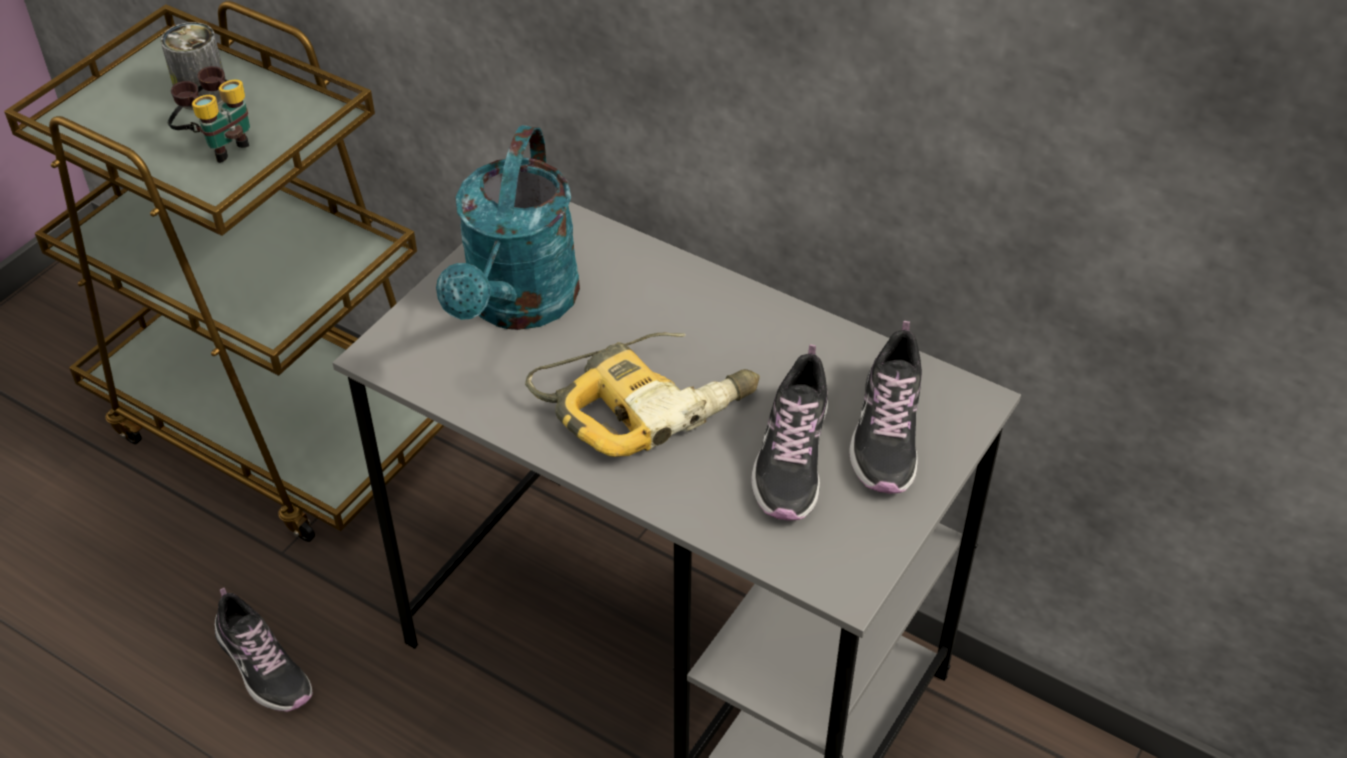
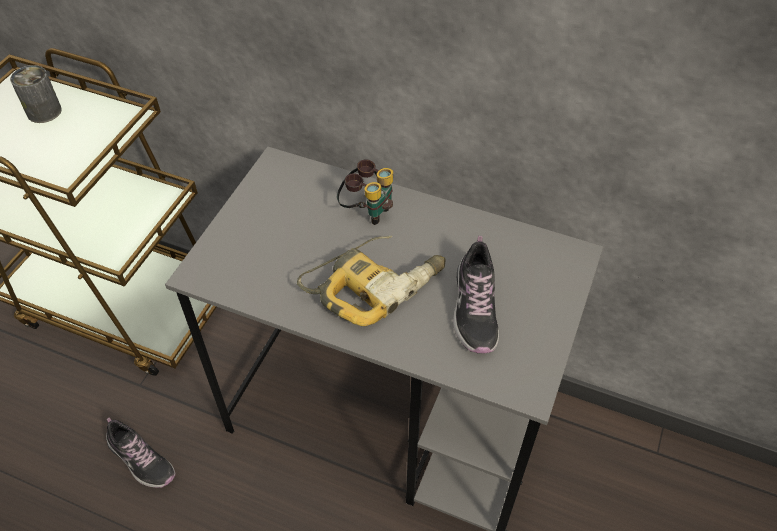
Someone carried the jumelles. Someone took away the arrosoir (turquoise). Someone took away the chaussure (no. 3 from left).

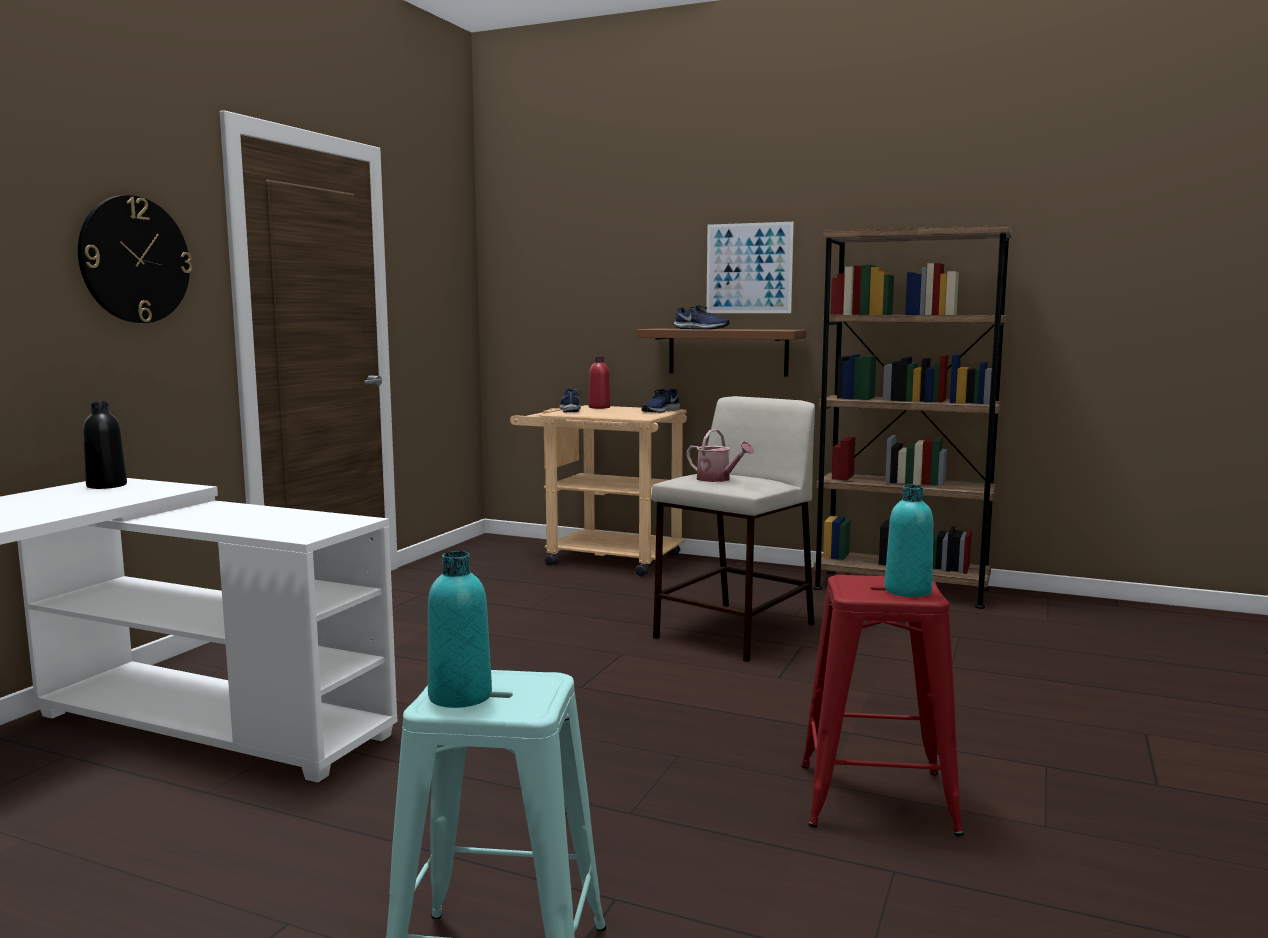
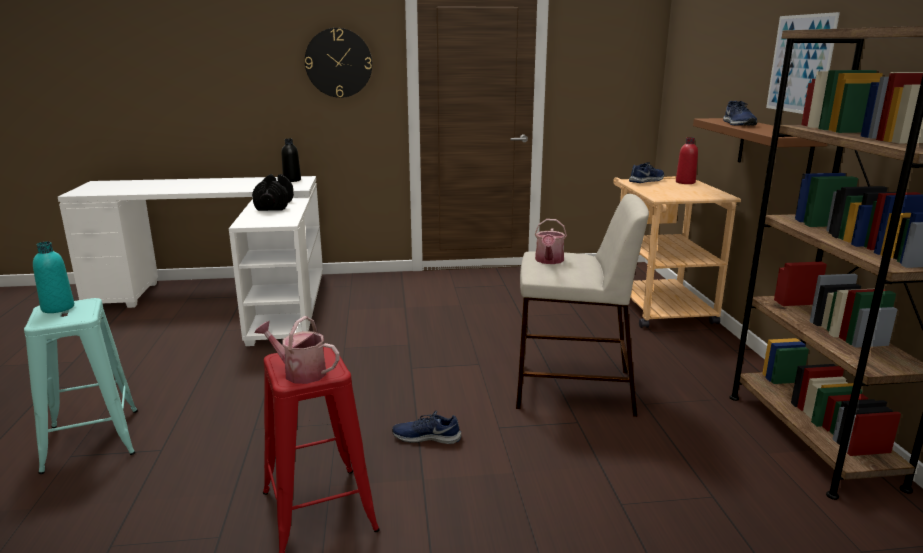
Someone carried the chaussure (bleu) (no. 2 from left in the first image). Someone swapped the bouteille (turquoise) (no. 2 from left) for the arrosoir (no. 1 from left). Someone put down the haltère (noir).

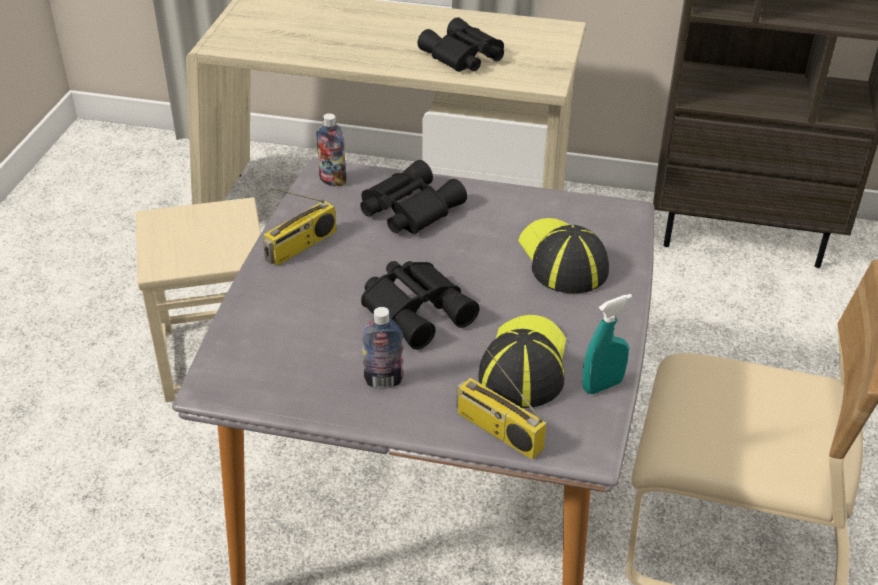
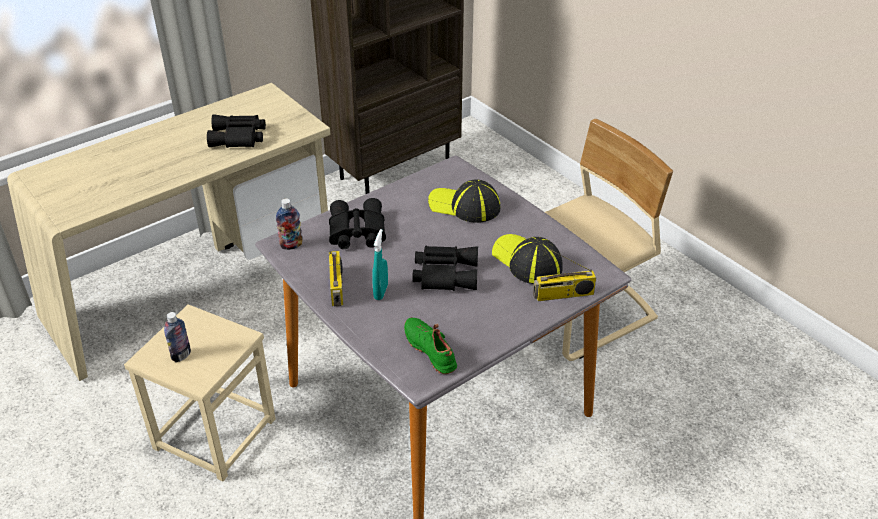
Someone carried the bouteille (no. 2 from left in the first image). Someone carried the vaporisateur (turquoise). Someone put down the chaussure (vert).

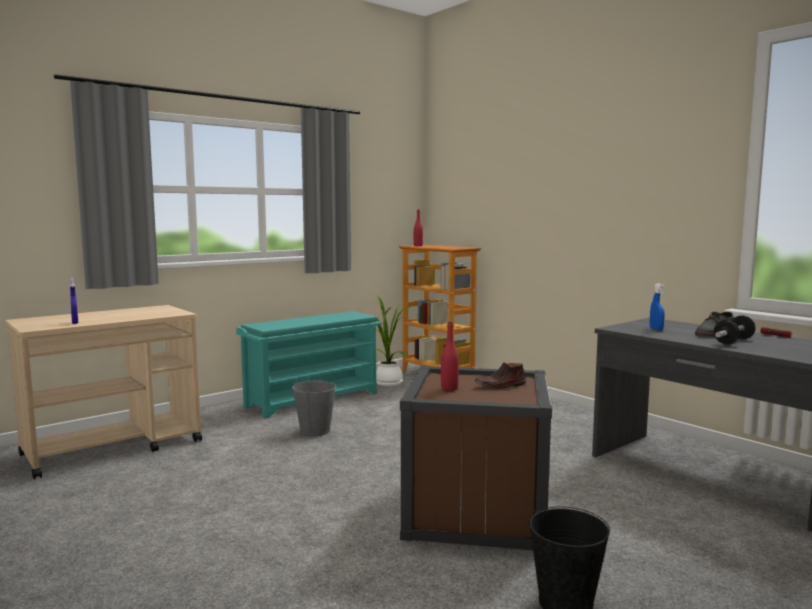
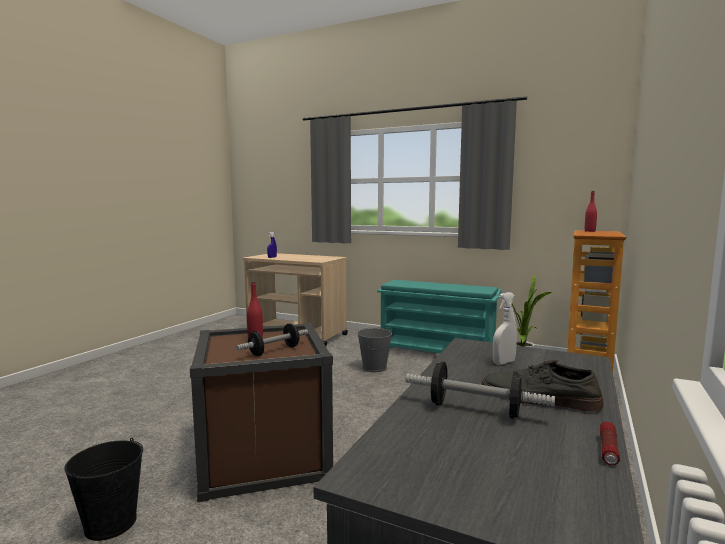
Someone swapped the chaussure (marron) for the haltère (no. 1 from left). Someone repainted the vaporisateur (bleu) (no. 2 from left), which became the vaporisateur (blanc).

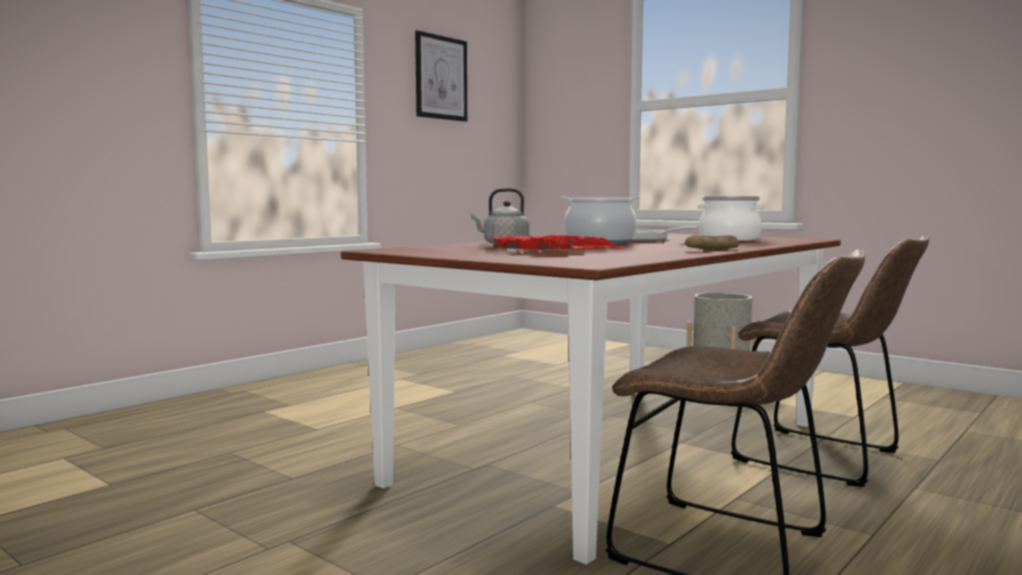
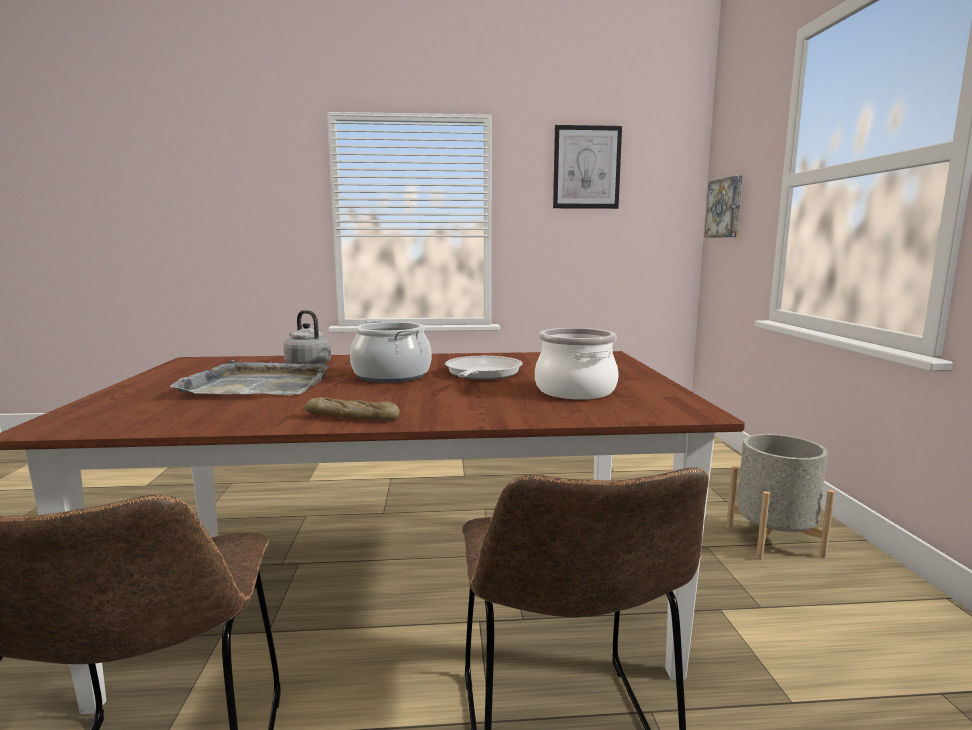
Someone repainted the plateau (rouge), which became the plateau (gris). Someone put up the tableau (no. 2 from left).

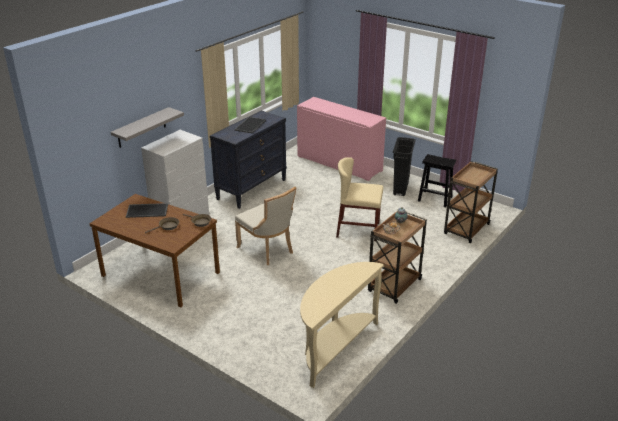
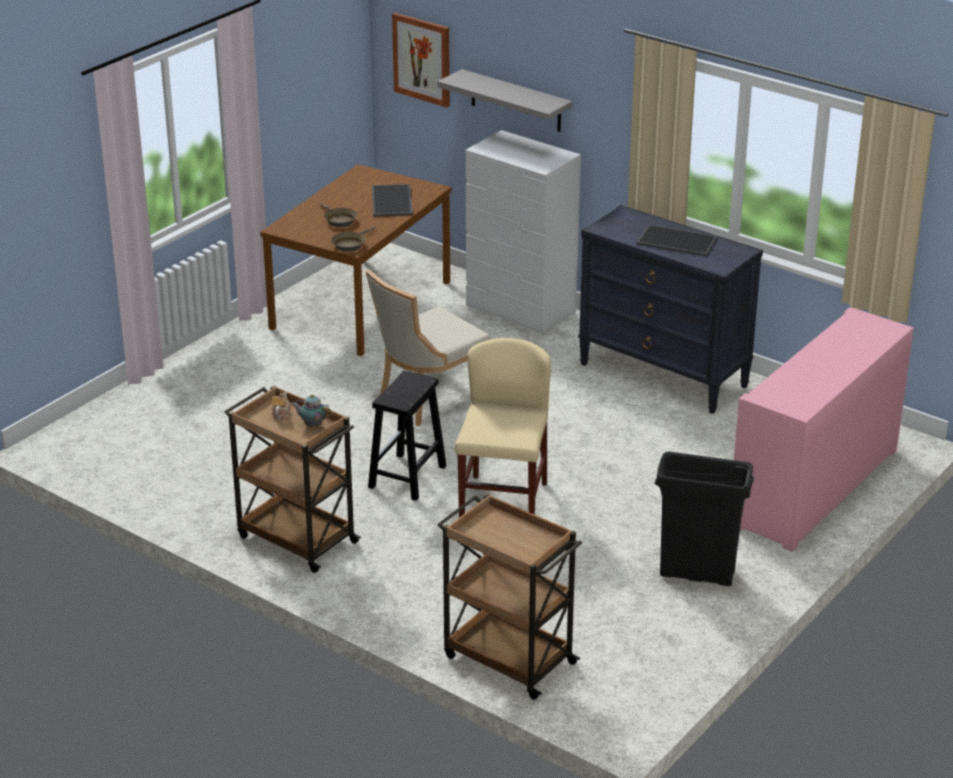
Someone took away the table console (beige). Someone carried the tabouret (noir). Someone put up the tableau.

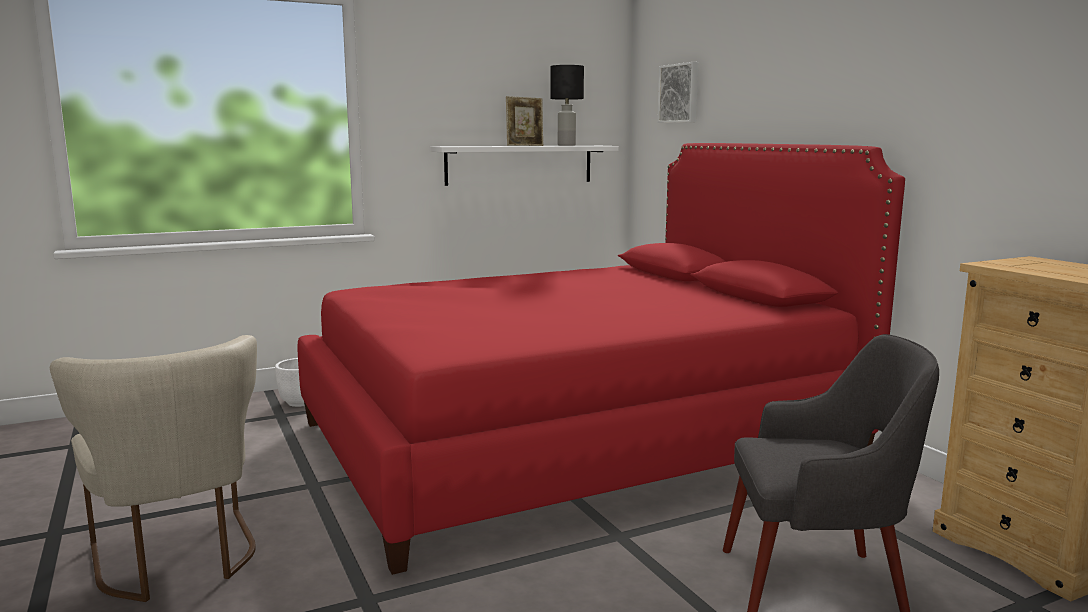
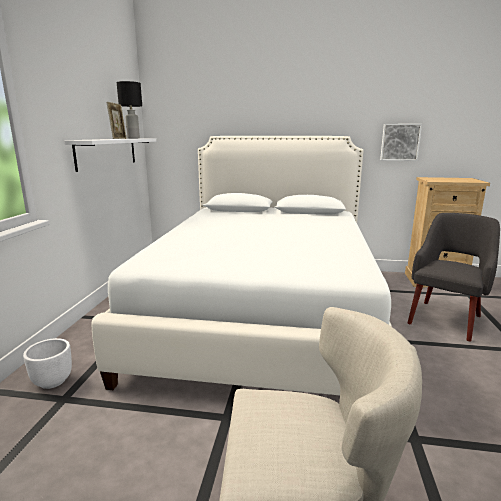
Someone repainted the lit (rouge), which became the lit (blanc). Someone carried the tableau.

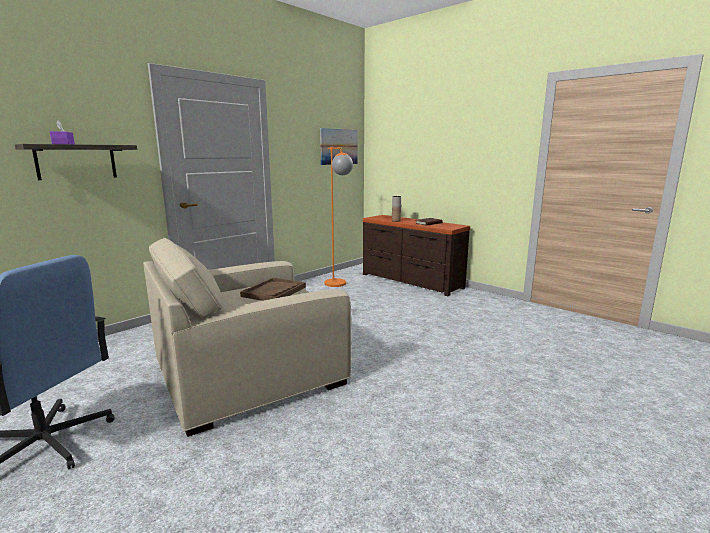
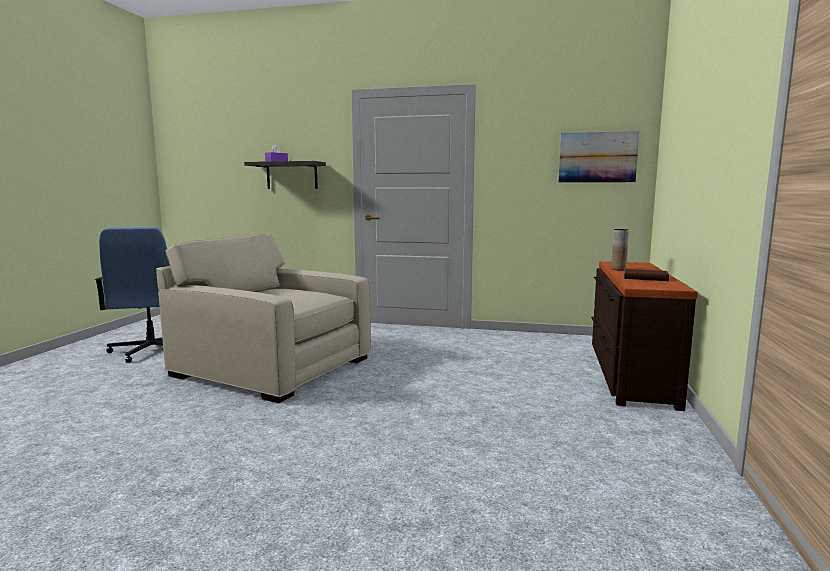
Someone took away the plateau (marron). Someone took away the lampadaire (orange).

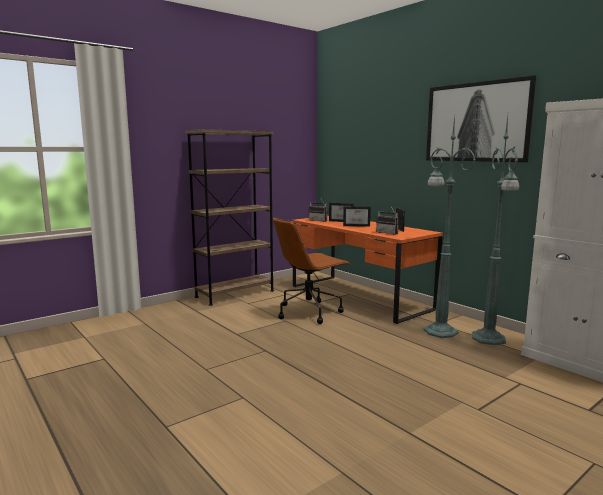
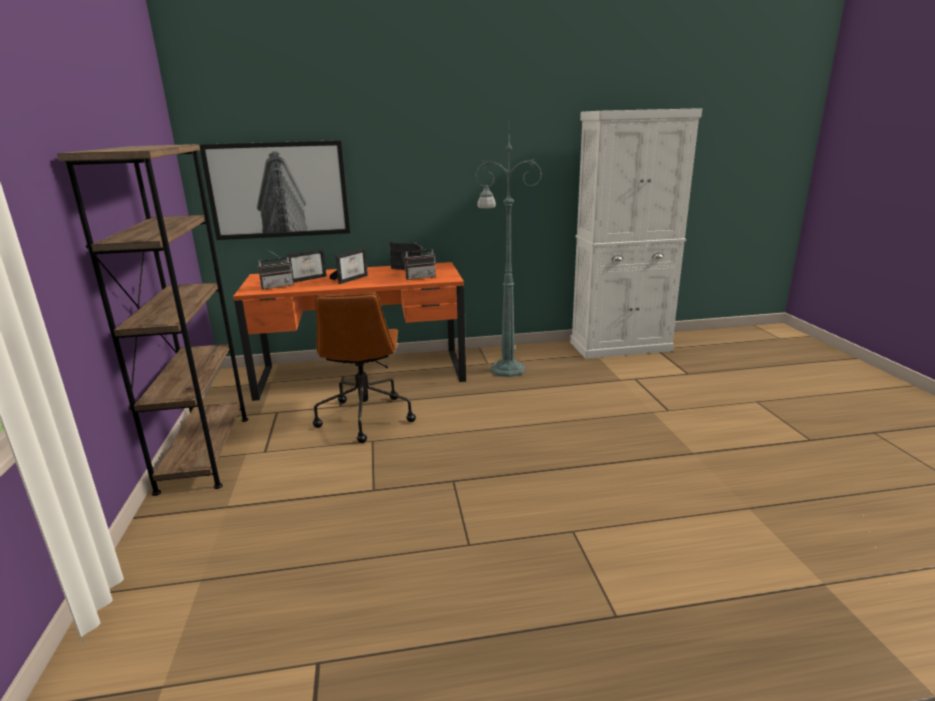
Someone carried the tableau. Someone took away the lampadaire (vert) (no. 2 from left).

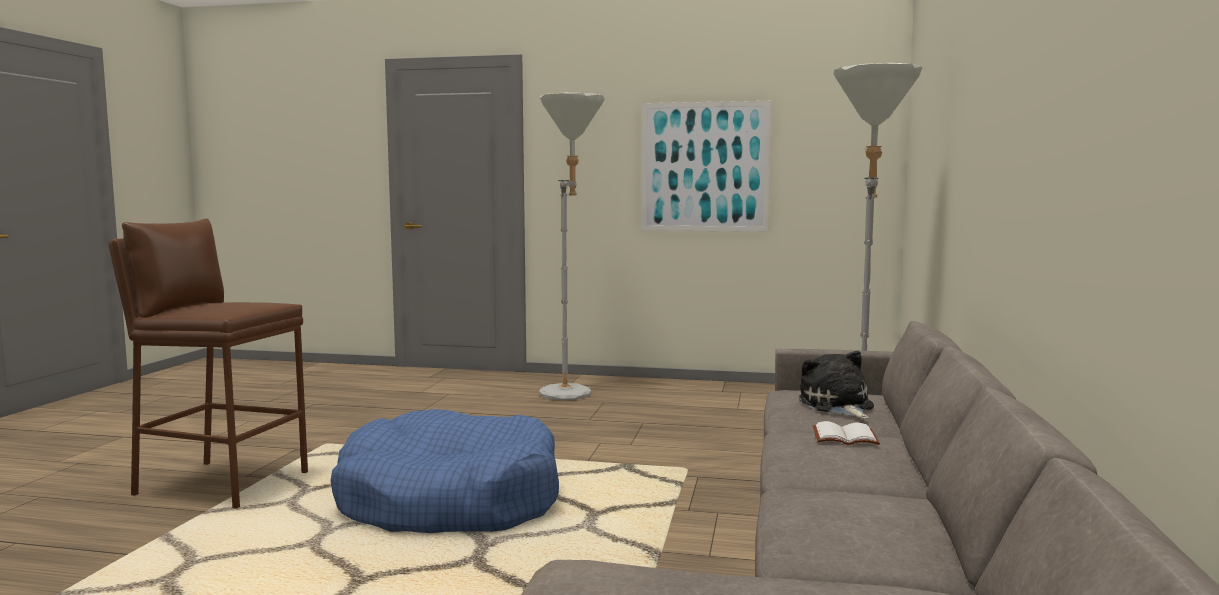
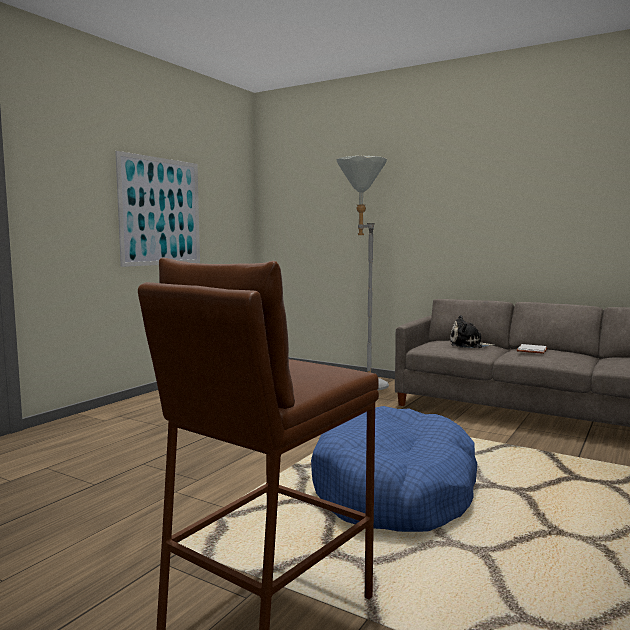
Someone took away the lampadaire (gris) (no. 1 from left).

